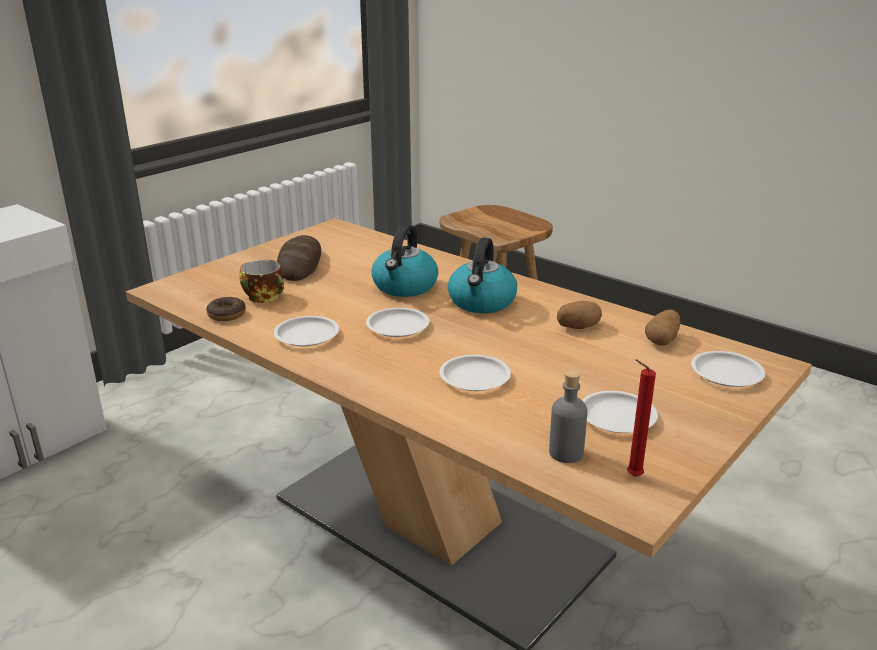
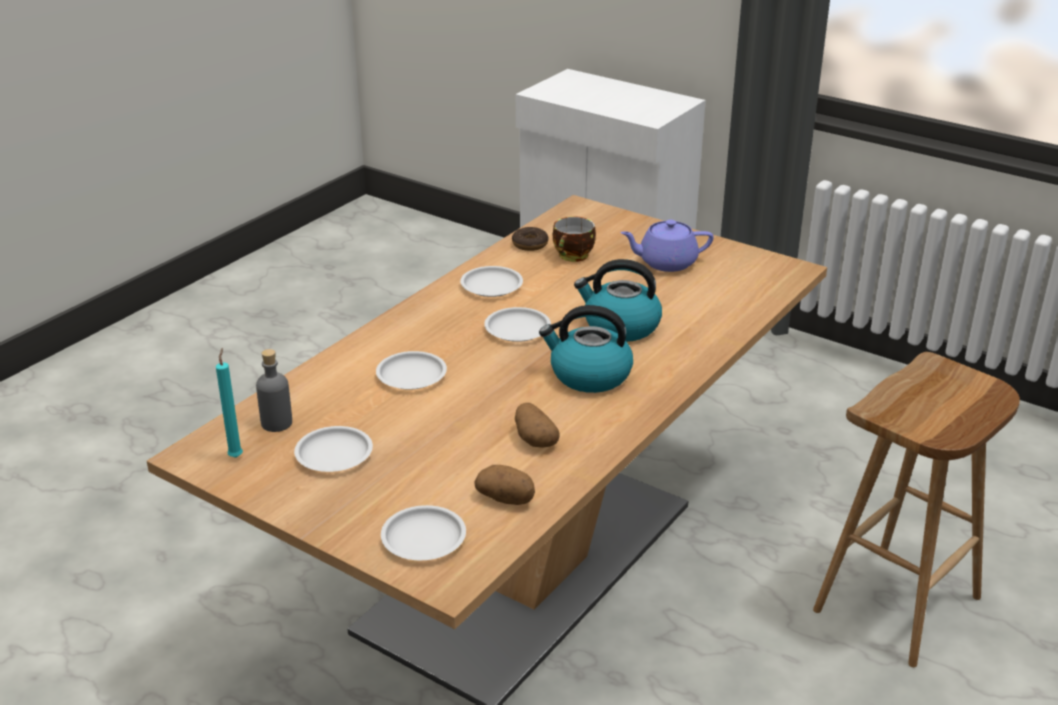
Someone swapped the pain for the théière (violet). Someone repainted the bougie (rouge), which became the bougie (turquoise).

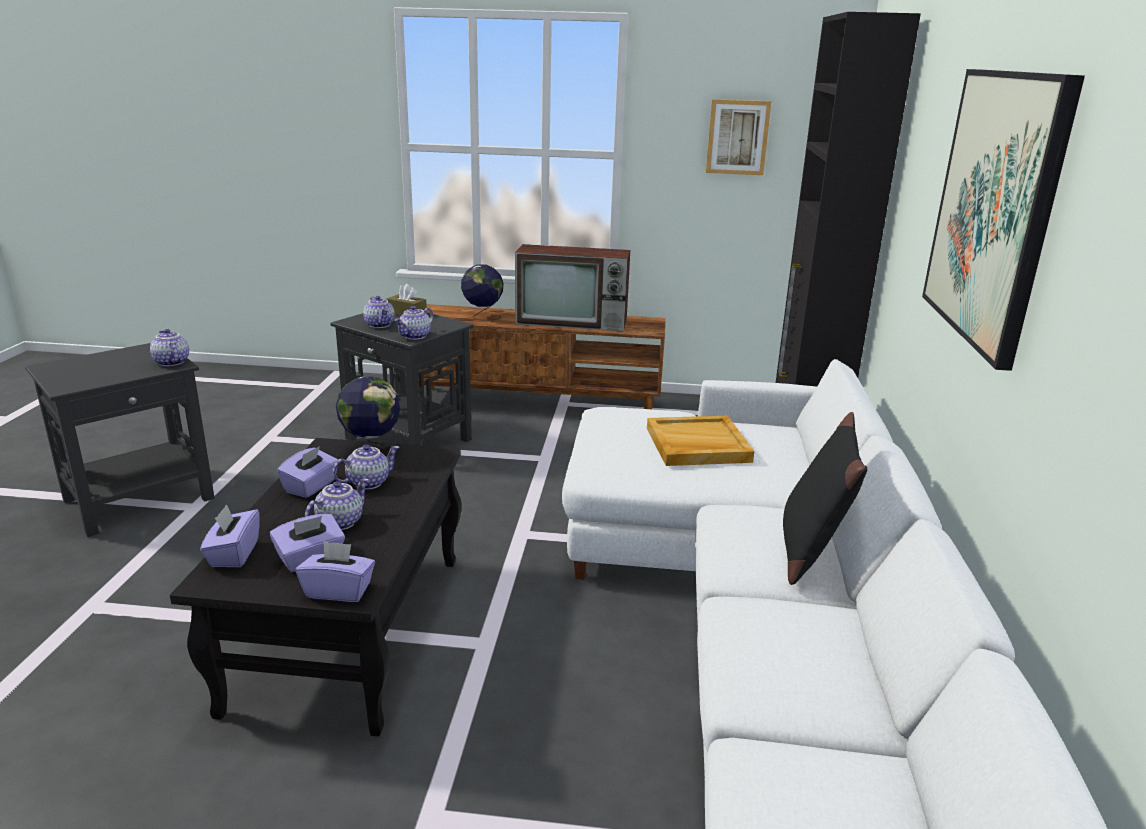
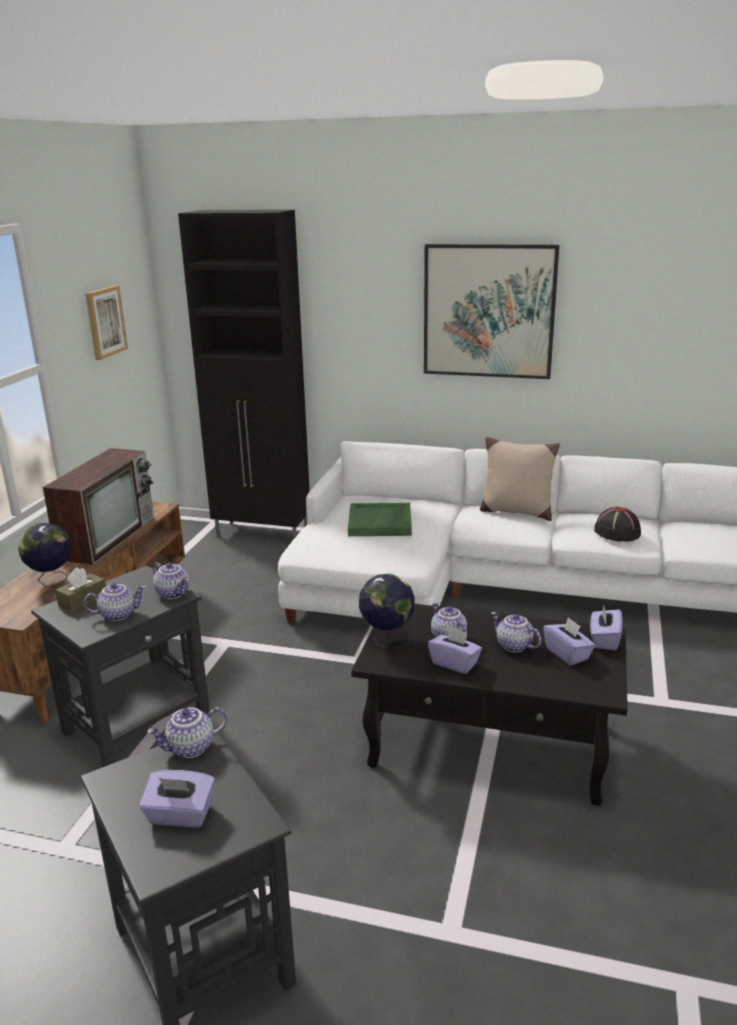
Someone carried the boîte à mouchoirs (violet) (no. 1 from left). Someone repainted the plateau (beige), which became the plateau (vert). Someone repainted the coussin (noir), which became the coussin (beige). Someone put down the chapeau (noir).

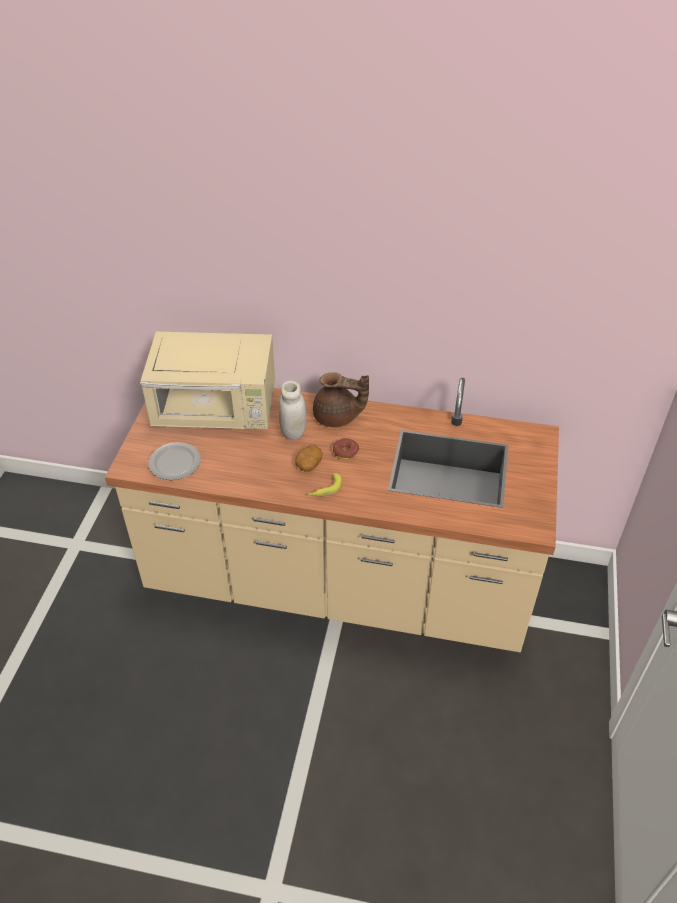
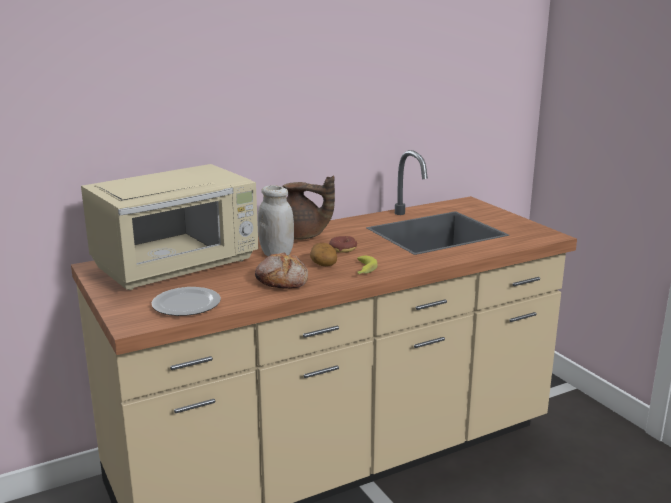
Someone rotated the théière (marron) by 45 degrees clockwise. Someone put down the pain.

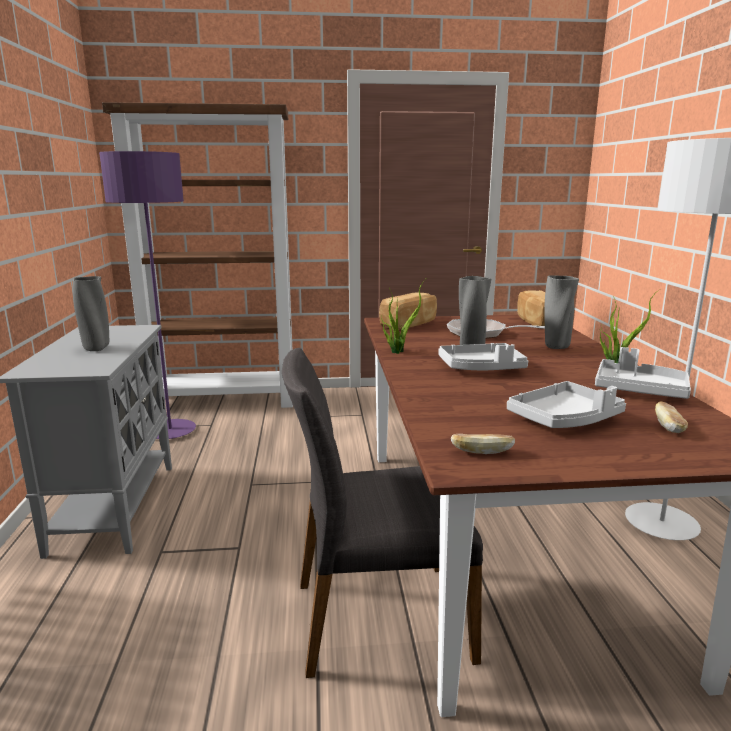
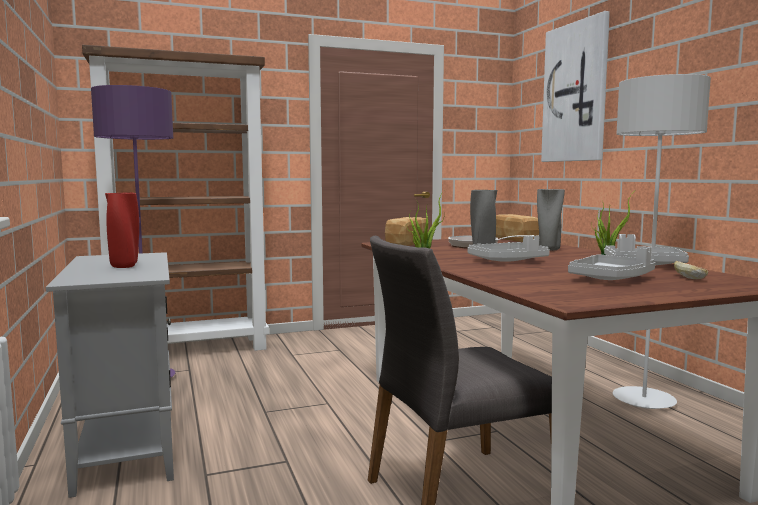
Someone repainted the vase (gris) (no. 1 from left), which became the vase (rouge). Someone took away the pain (no. 2 from left). Someone put up the tableau.

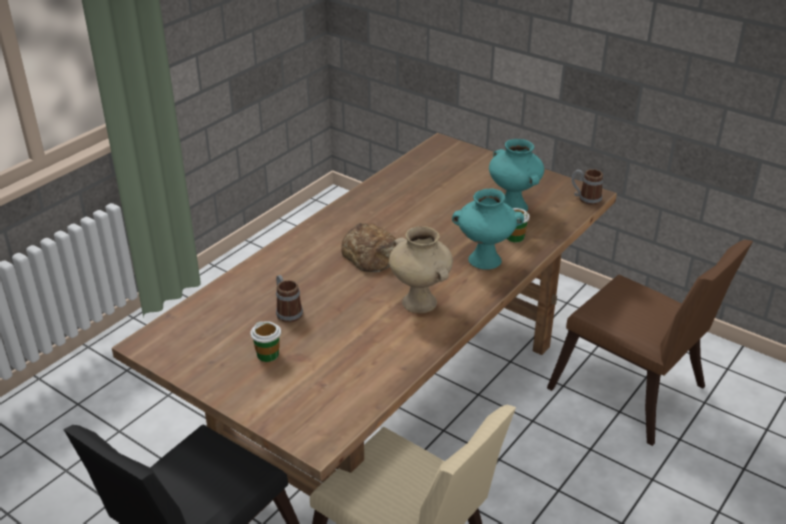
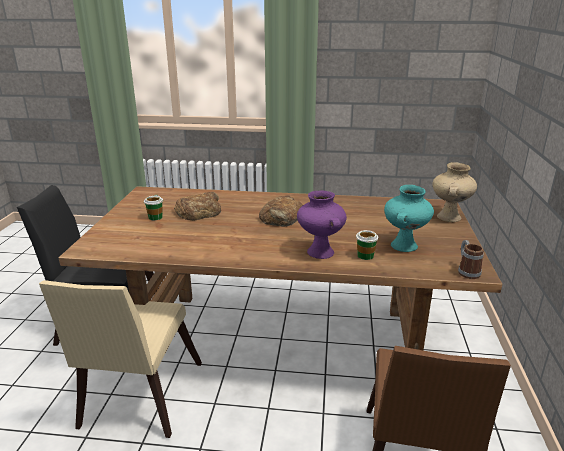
Someone swapped the mug (no. 1 from left) for the pain (no. 1 from left). Someone carried the vase (beige). Someone repainted the vase (turquoise) (no. 1 from left), which became the vase (violet).

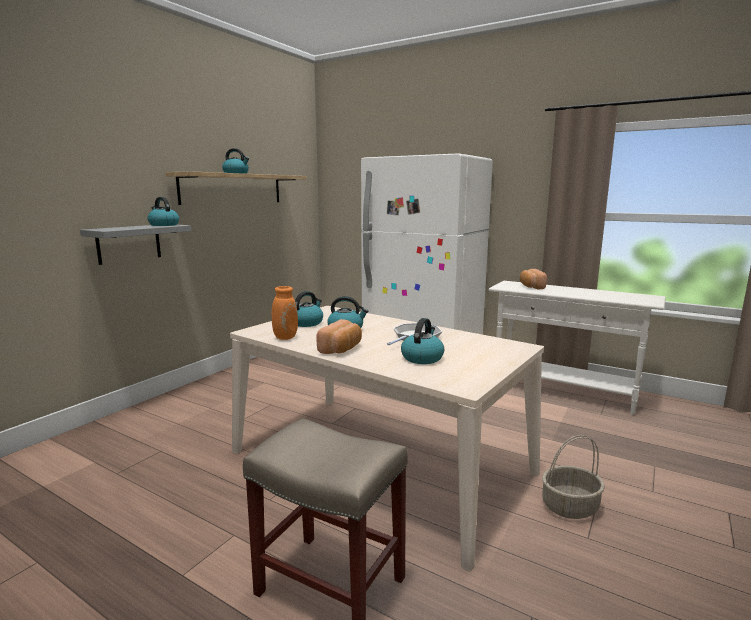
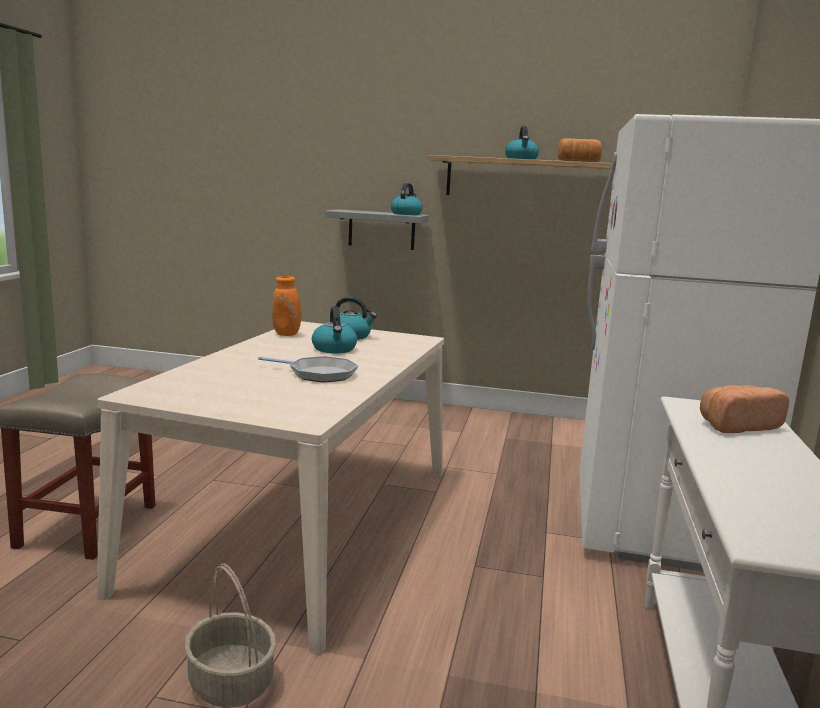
Someone carried the pain (no. 1 from left). Someone took away the bouilloire (no. 5 from left).

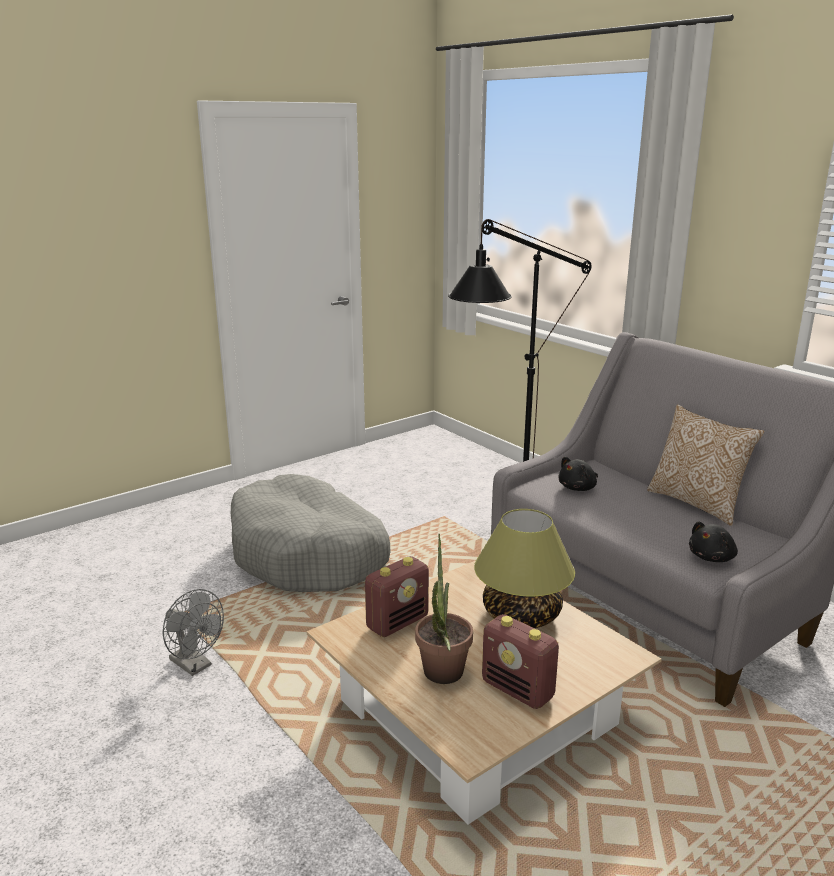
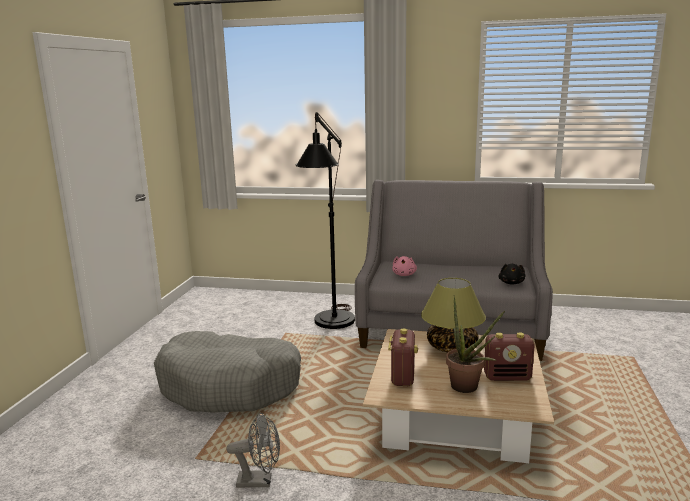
Someone repainted the peluche (noir) (no. 1 from left), which became the peluche (rose). Someone took away the coussin.

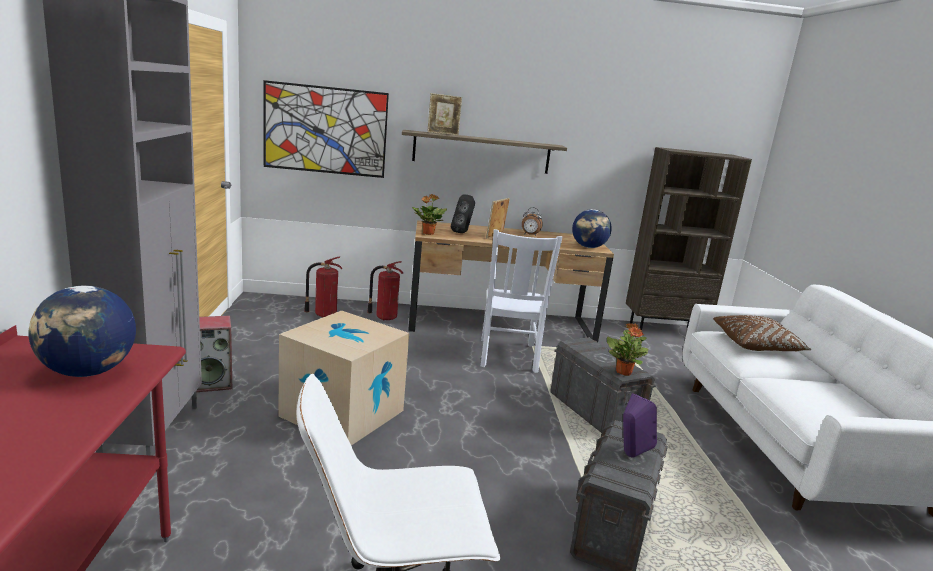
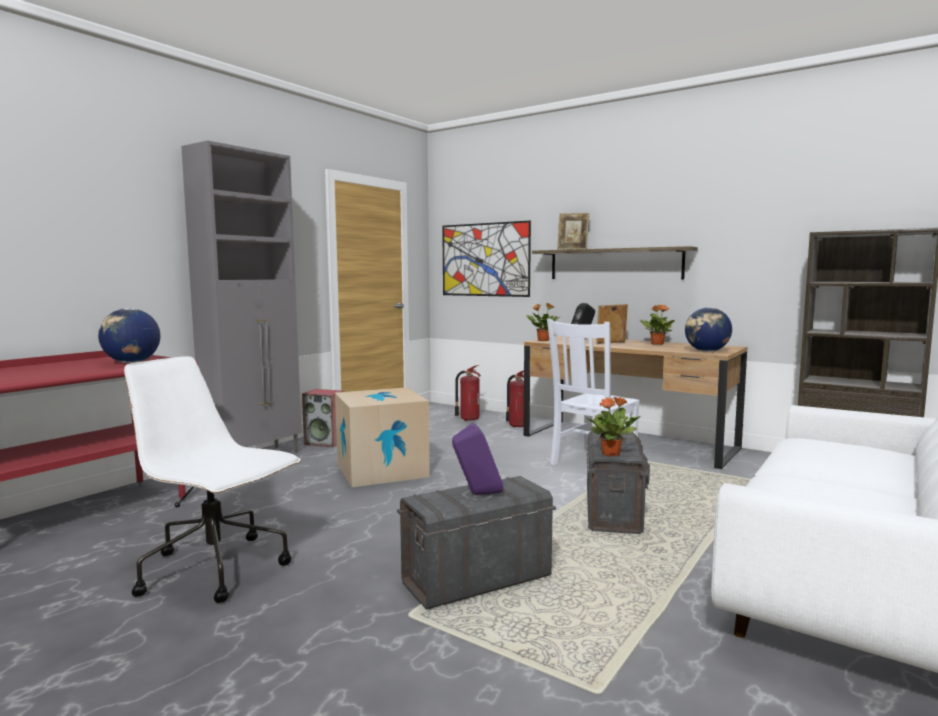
Someone swapped the réveil for the plante en pot (no. 3 from left). Someone took away the coussin (marron).

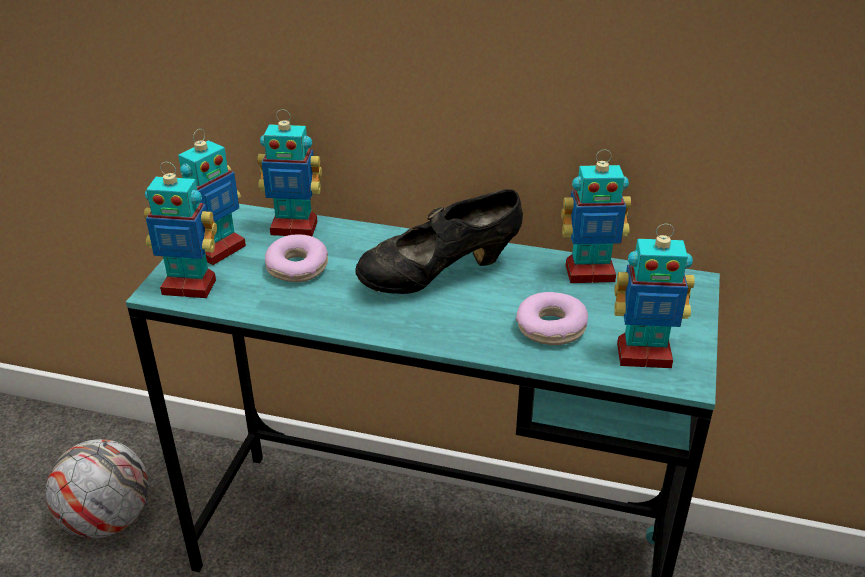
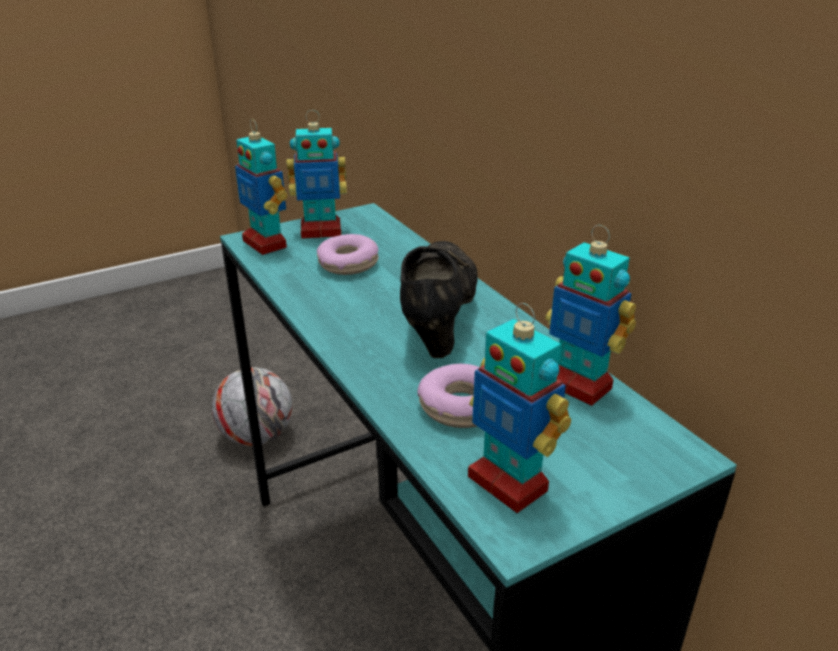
Someone took away the robot jouet (no. 3 from left). Someone rotated the chaussure (noir) by 75 degrees clockwise.

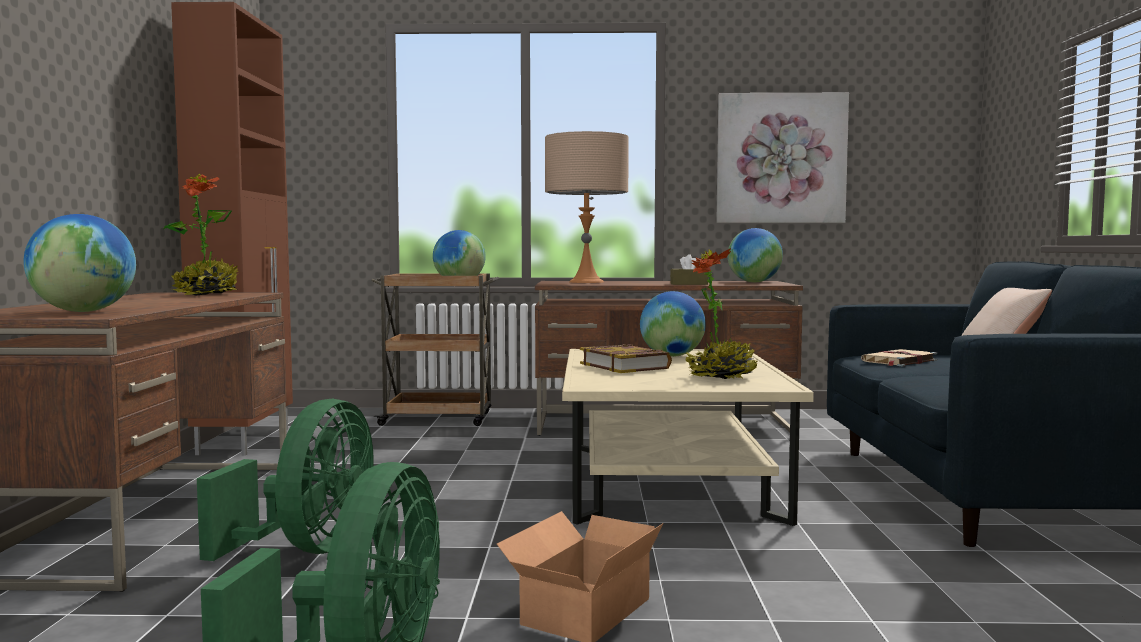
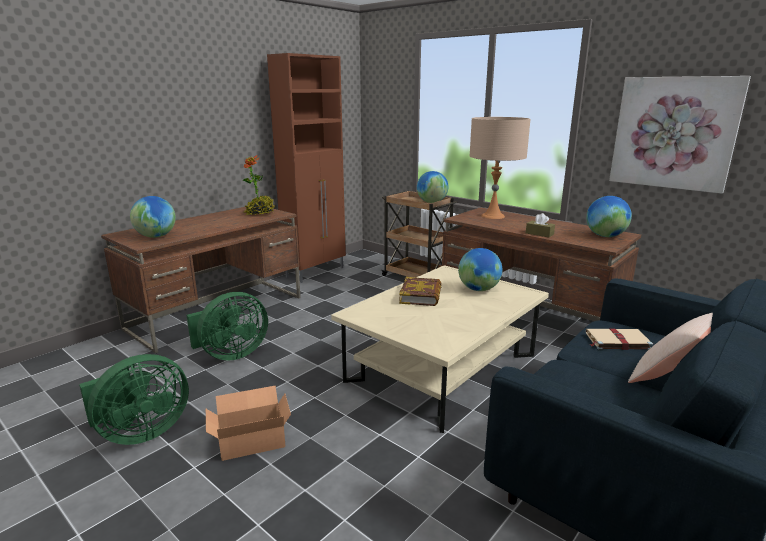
Someone took away the plante en pot (no. 2 from left).

